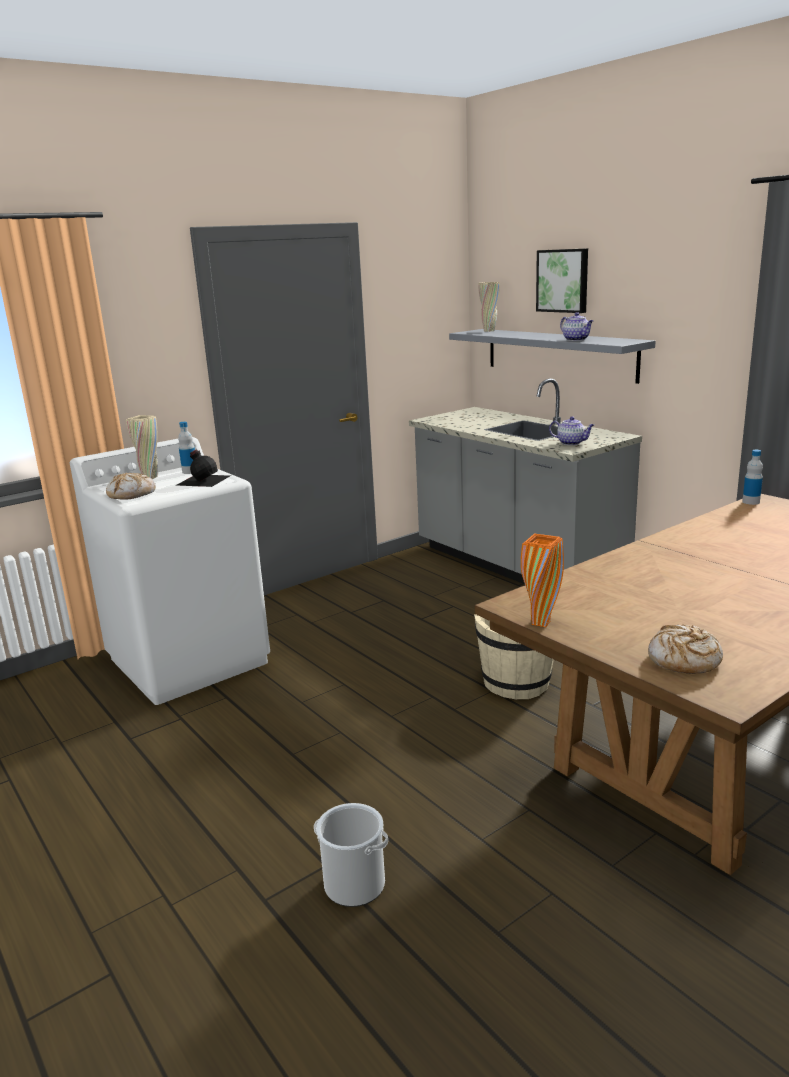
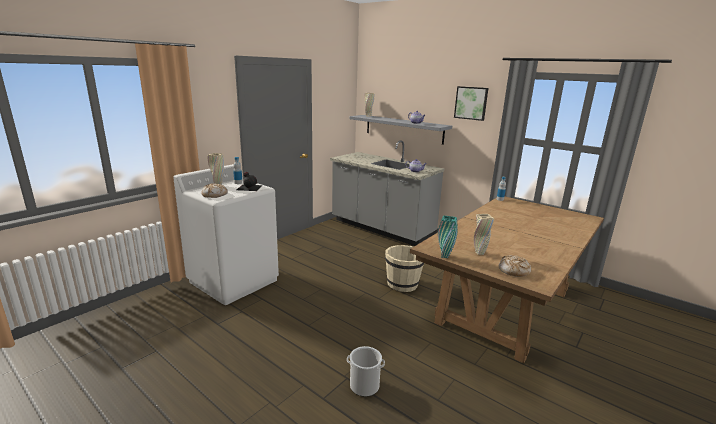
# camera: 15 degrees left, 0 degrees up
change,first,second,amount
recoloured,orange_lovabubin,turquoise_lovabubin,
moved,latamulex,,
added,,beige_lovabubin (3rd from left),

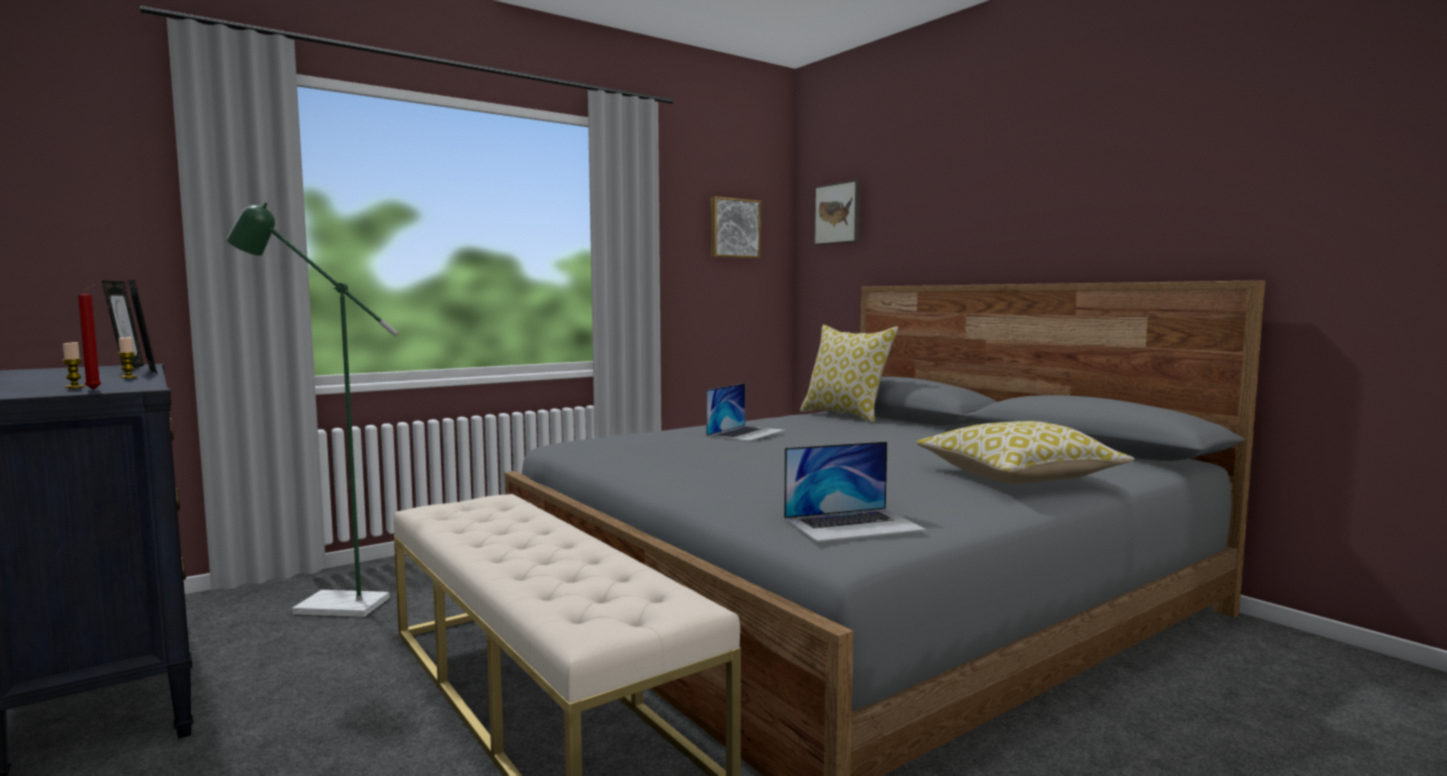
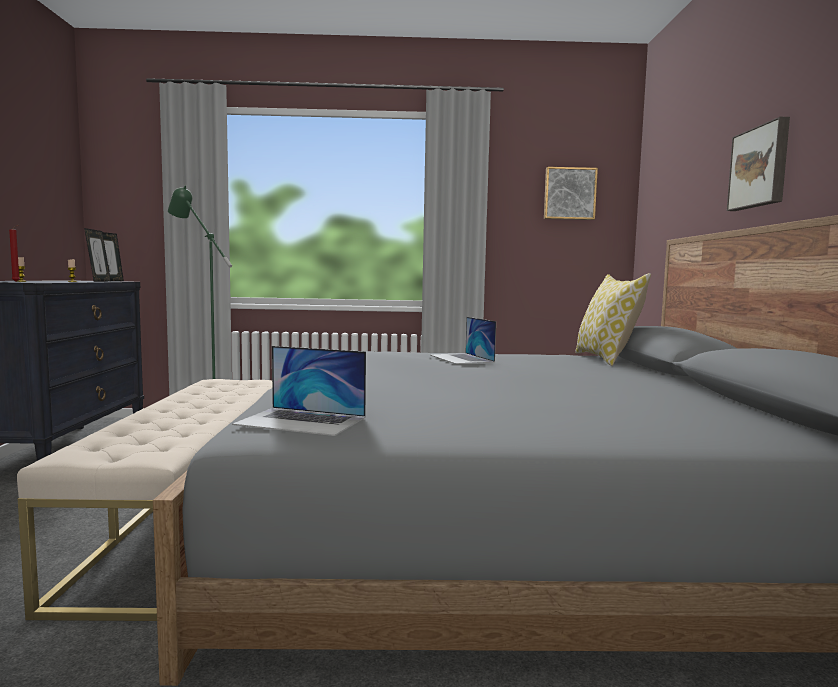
# camera: 35 degrees right, 0 degrees up
change,first,second,amount
turned,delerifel (1st from left in the first image),delerifel (2nd from left),90 degrees clockwise
moved,latamulex (2nd from left),,
removed,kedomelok (2nd from left),,

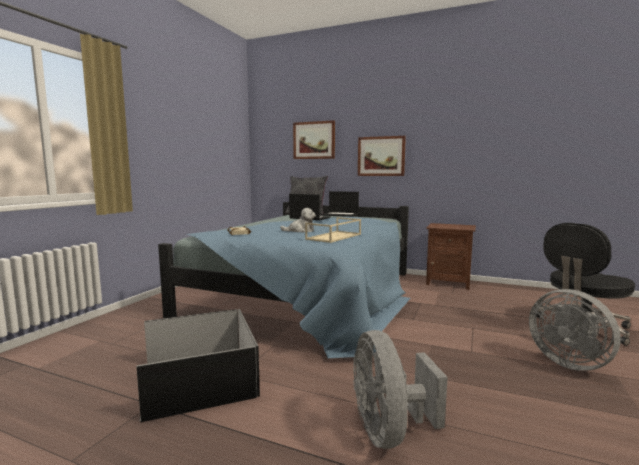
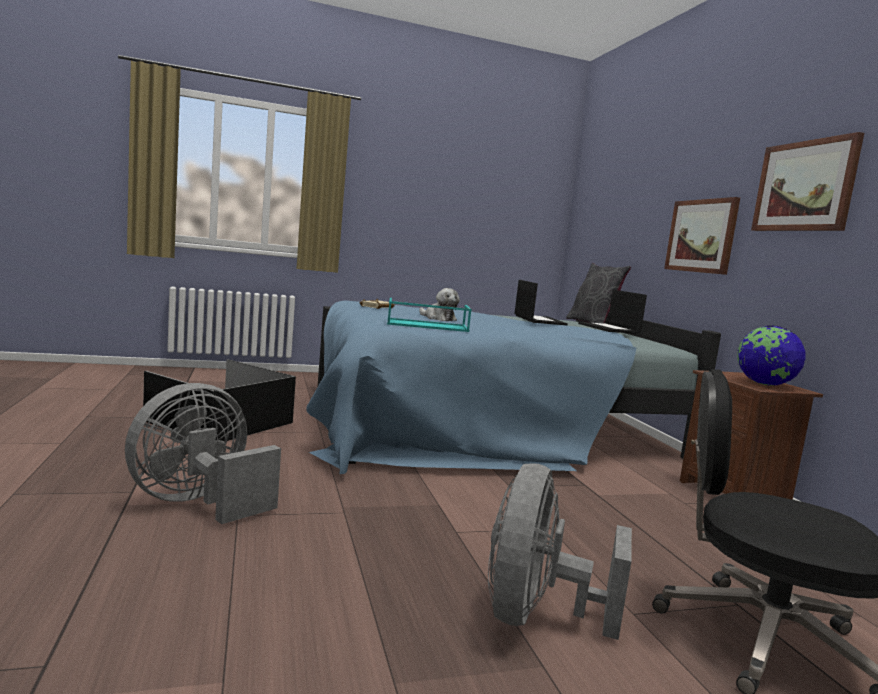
# camera: 50 degrees right, 0 degrees up
change,first,second,amount
recoloured,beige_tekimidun,turquoise_tekimidun,
added,,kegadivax,
moved,latamulex (1st from left in the first image),latamulex (2nd from left),

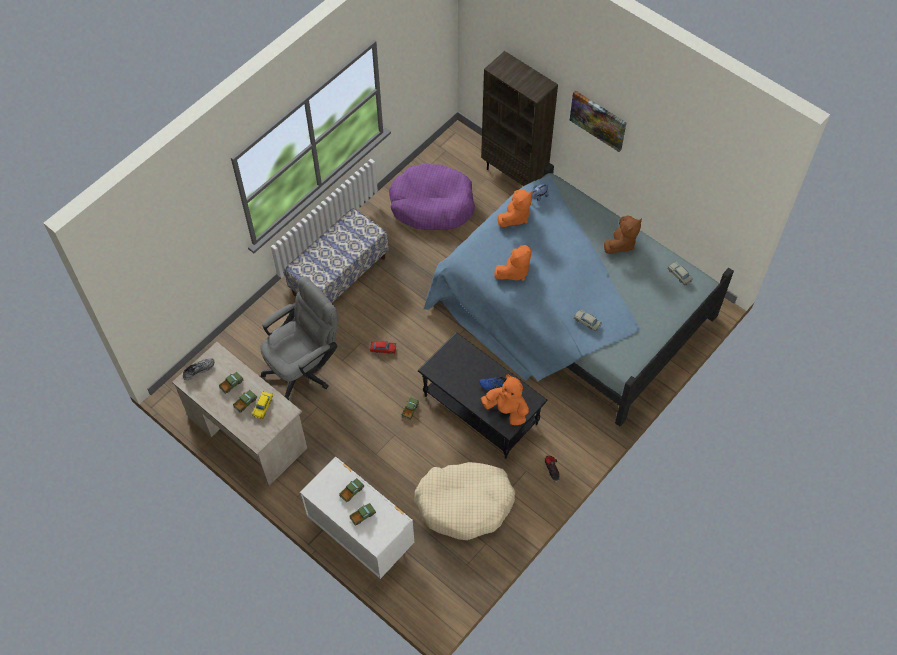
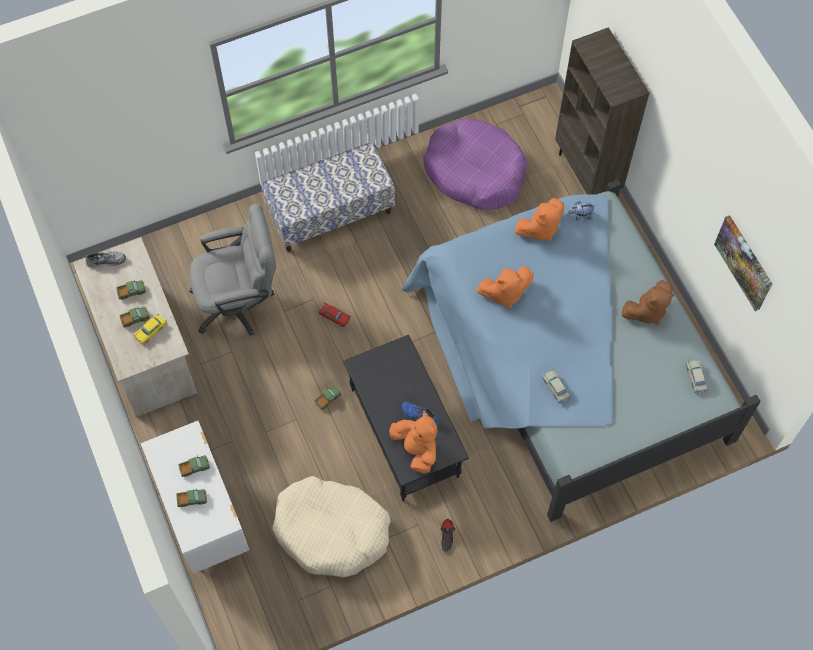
# camera: 25 degrees right, 5 degrees up
change,first,second,amount
moved,latamulex,,

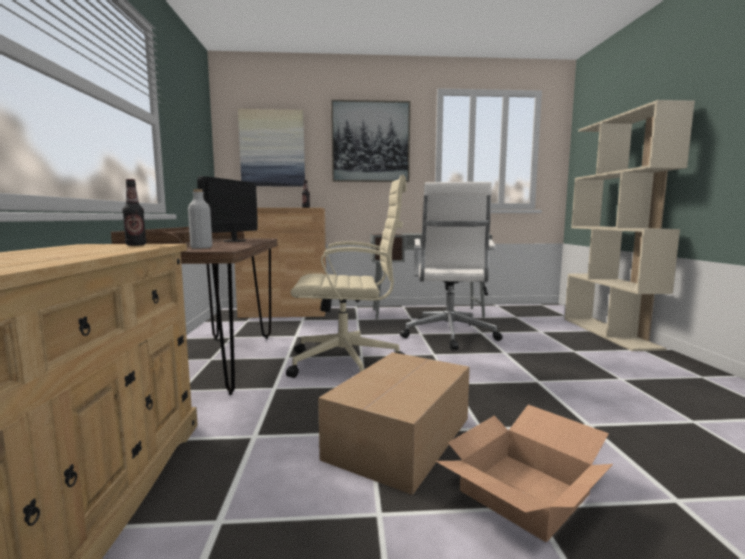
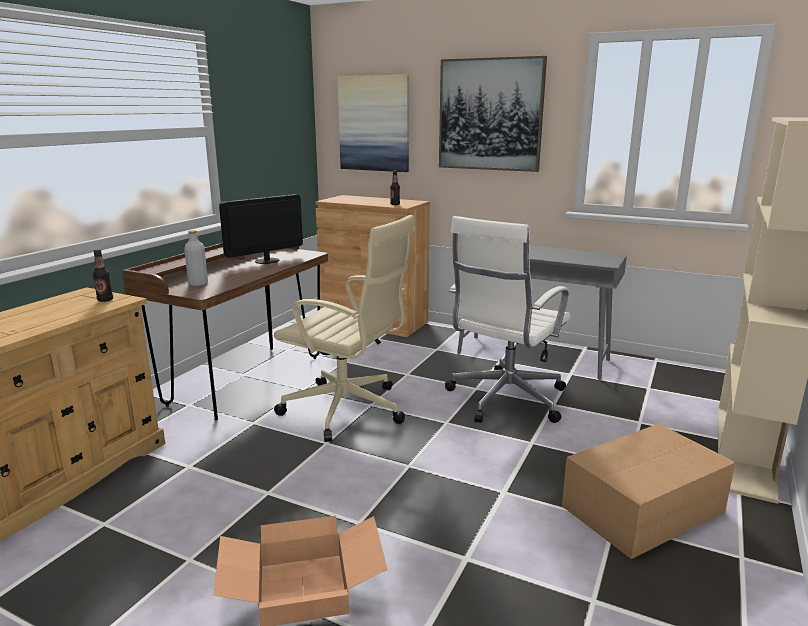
# camera: 30 degrees right, 10 degrees up
change,first,second,amount
moved,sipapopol (1st from left in the first image),sipapopol (2nd from left),

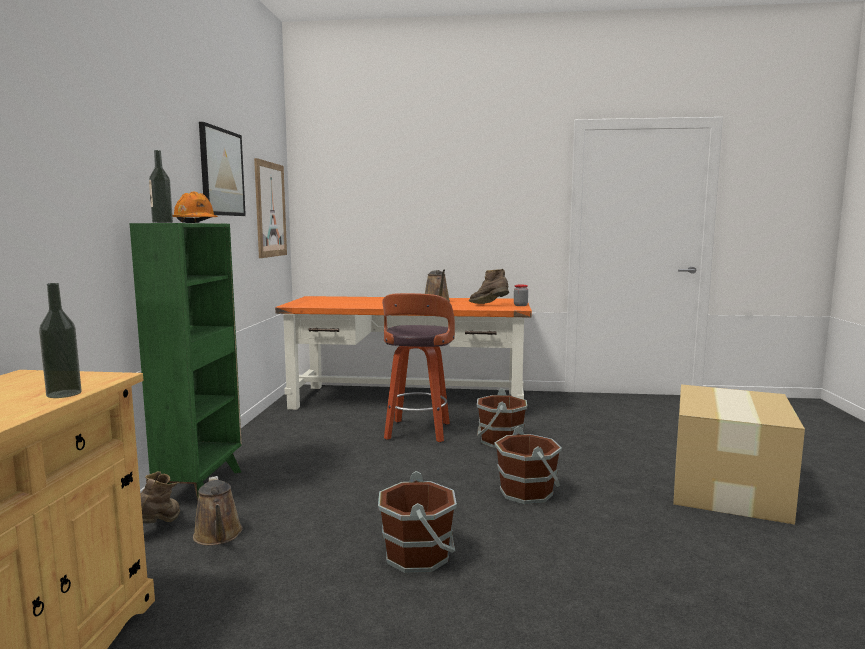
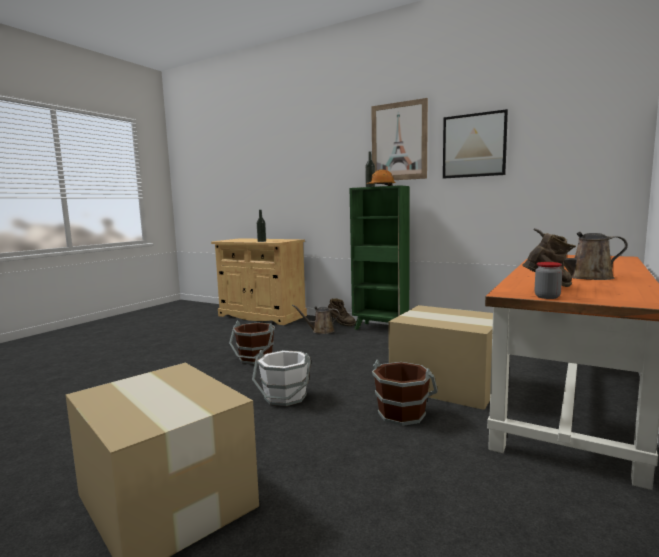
# camera: 115 degrees right, 0 degrees up
change,first,second,amount
recoloured,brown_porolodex (3rd from left),white_porolodex,
moved,latamulex (2nd from left in the first image),latamulex (1st from left),
replaced,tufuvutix,sipapopol (2nd from left),

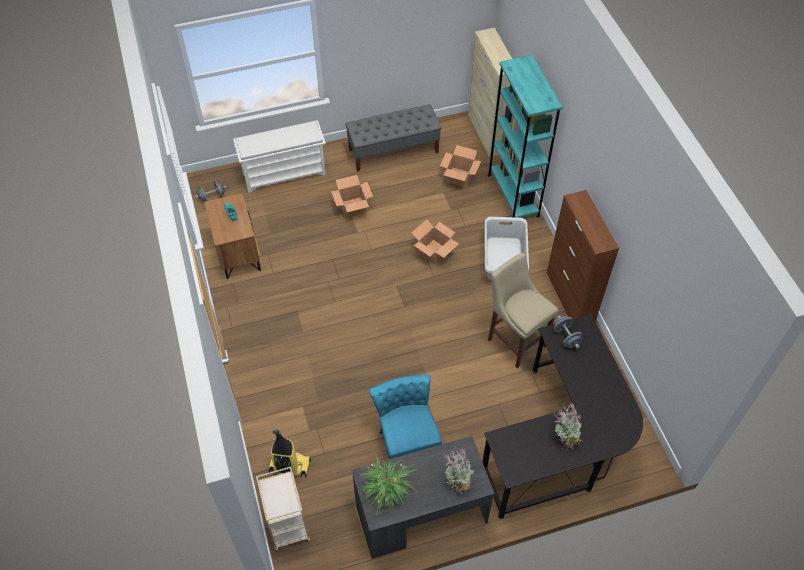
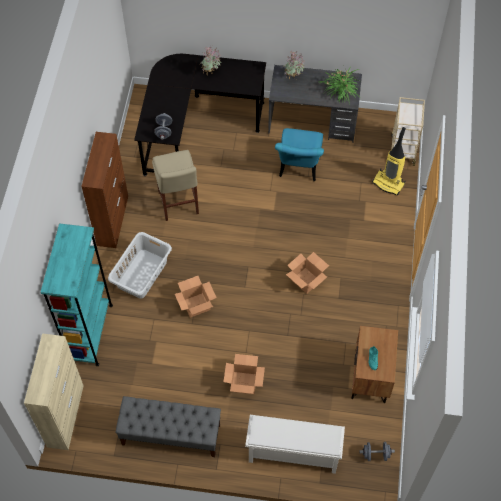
# camera: 155 degrees left, 5 degrees up
change,first,second,amount
moved,sipapopol (3rd from left),,

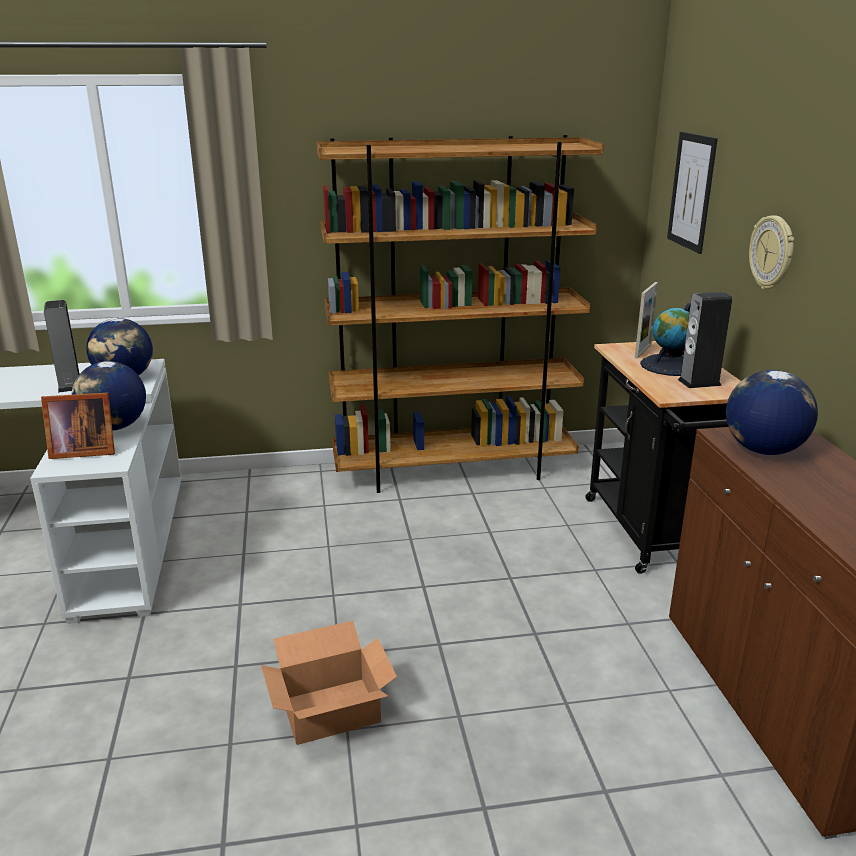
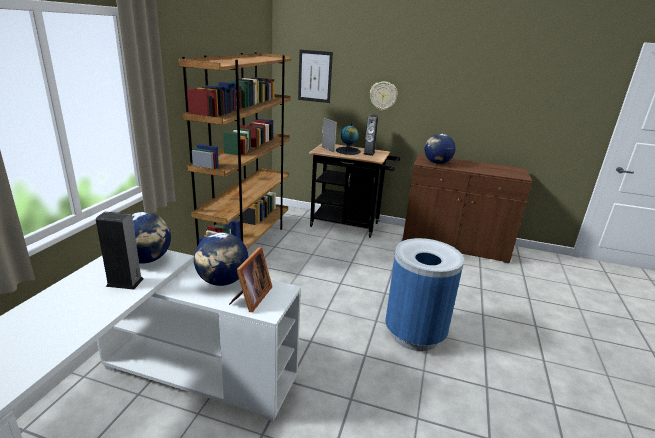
# camera: 65 degrees left, 0 degrees up
change,first,second,amount
replaced,sipapopol,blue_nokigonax,

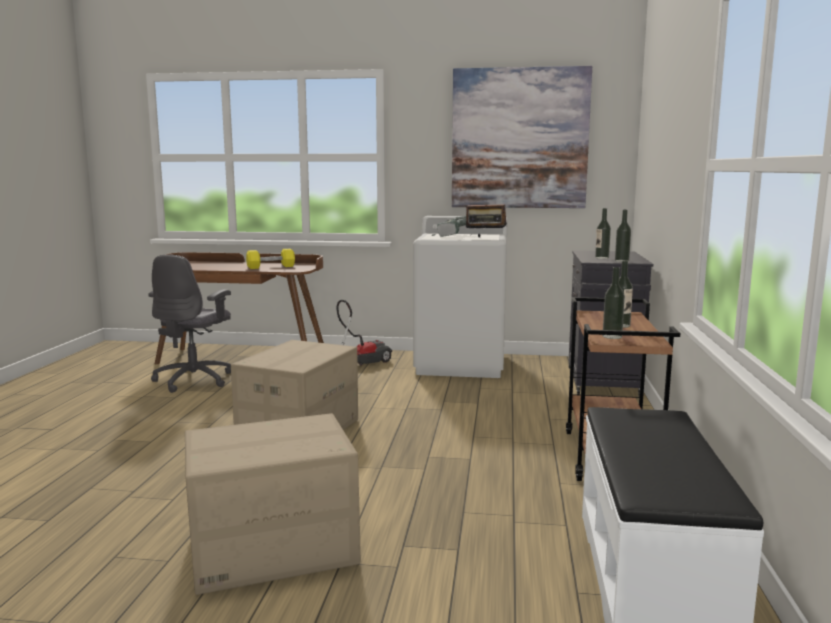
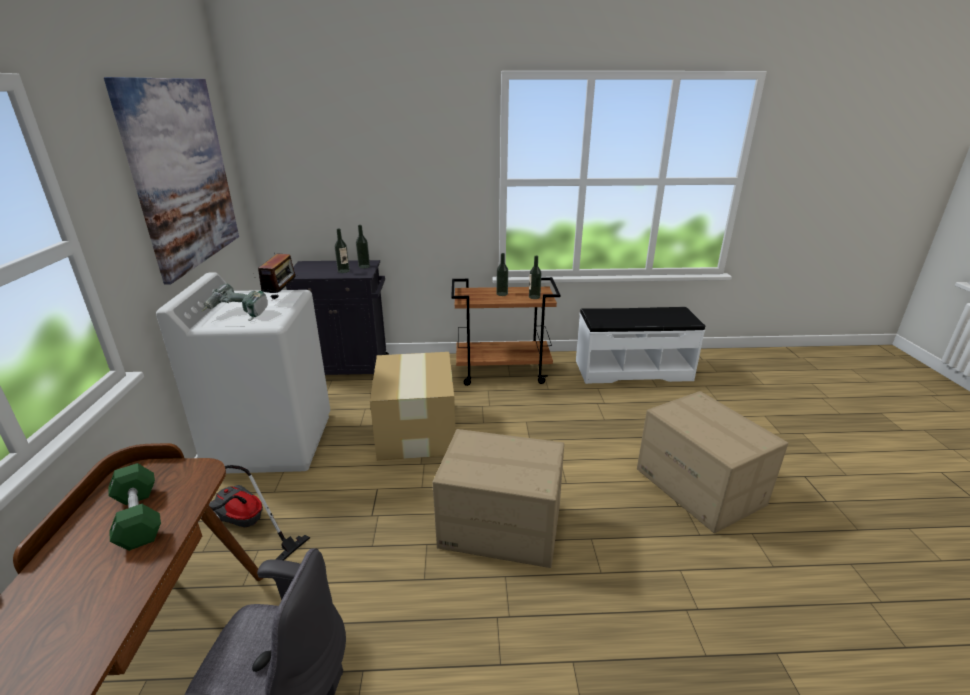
# camera: 100 degrees left, 15 degrees up
change,first,second,amount
recoloured,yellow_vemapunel,green_vemapunel,
added,,sipapopol (1st from left),

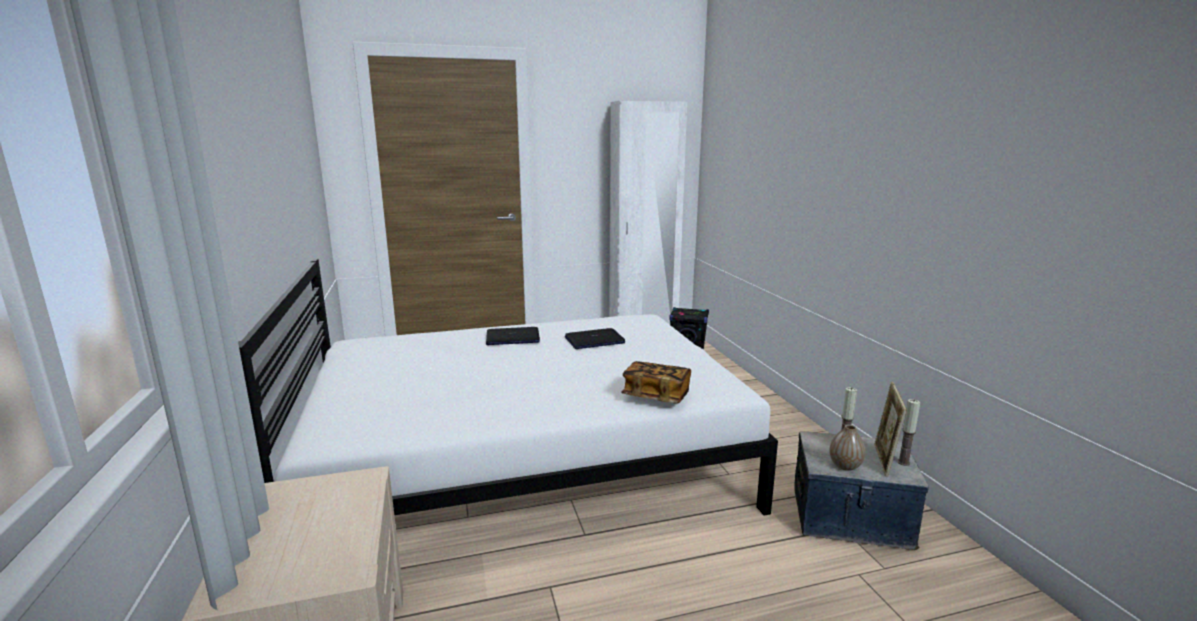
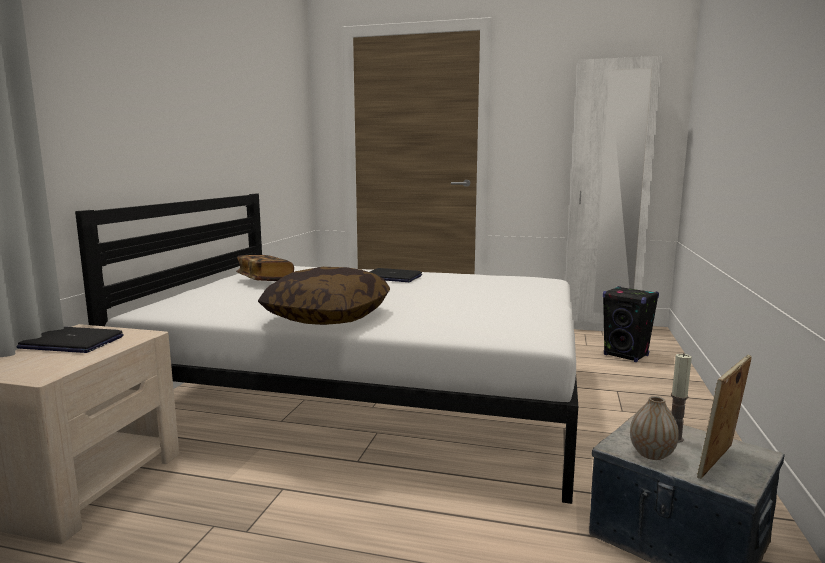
# camera: 30 degrees right, 5 degrees down
change,first,second,amount
moved,delerifel (2nd from left in the first image),delerifel (1st from left),
moved,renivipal,,
added,,kedomelok,
removed,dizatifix (2nd from left),,

